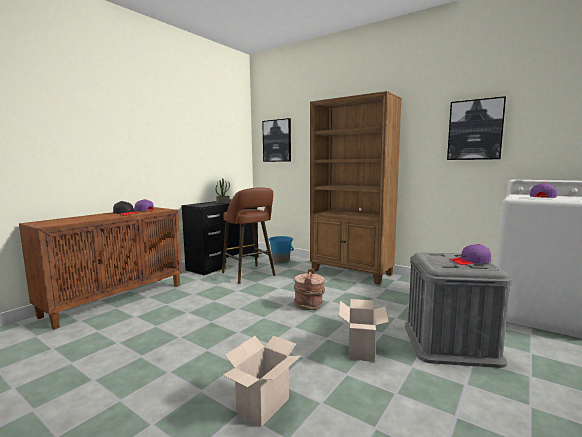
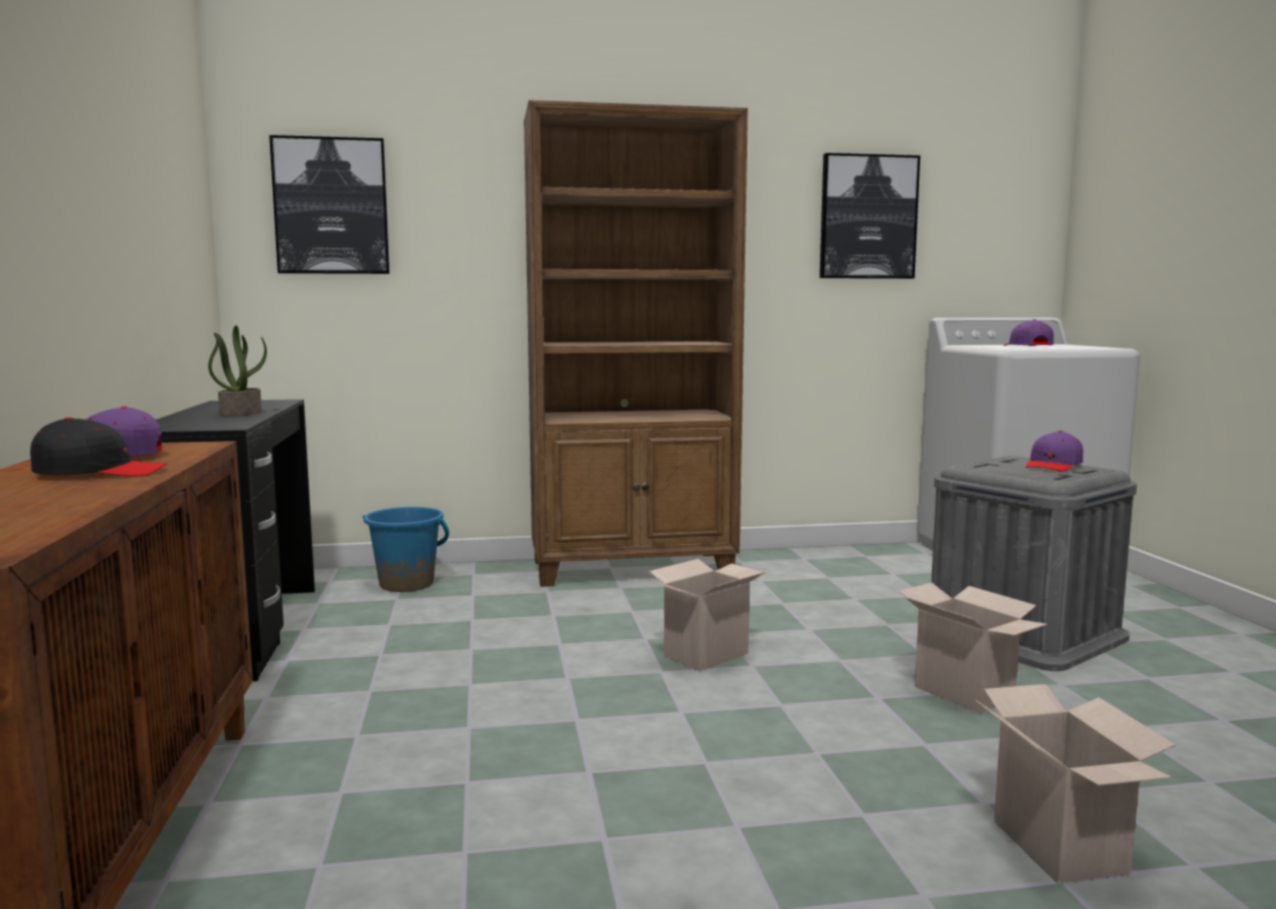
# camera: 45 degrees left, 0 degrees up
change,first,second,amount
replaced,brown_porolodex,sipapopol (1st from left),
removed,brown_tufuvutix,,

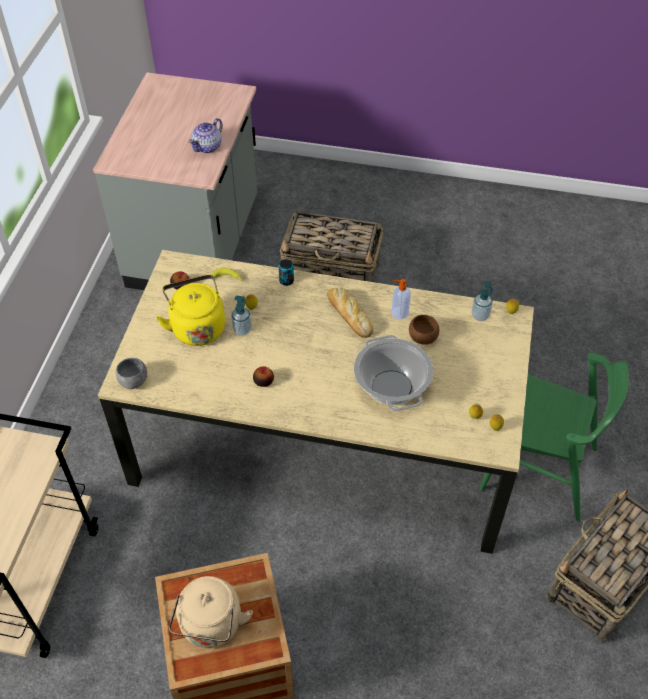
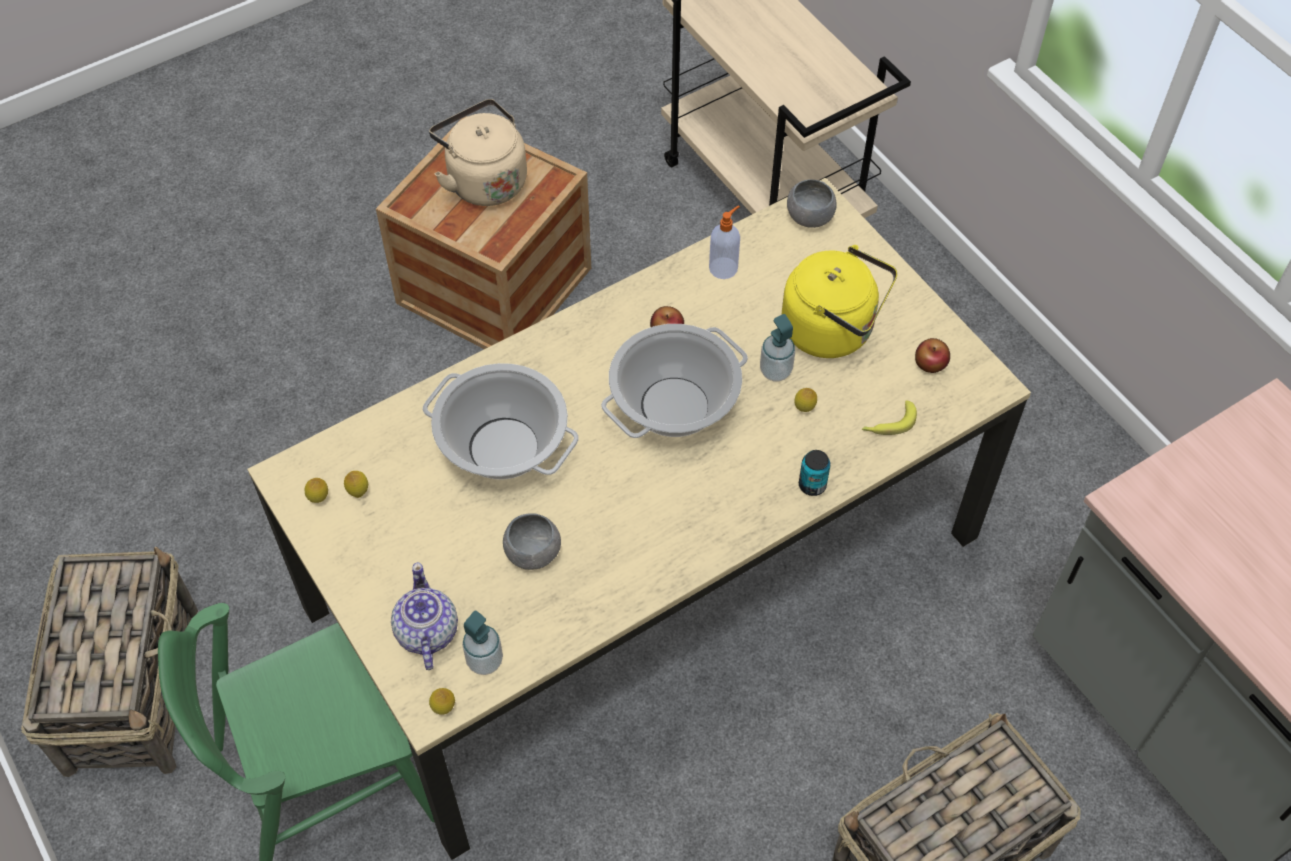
# camera: 135 degrees right, 5 degrees up
change,first,second,amount
moved,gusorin,,
recoloured,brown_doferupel,grey_doferupel (1st from left),
added,,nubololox (2nd from left),
moved,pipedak (2nd from left),,
removed,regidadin,,

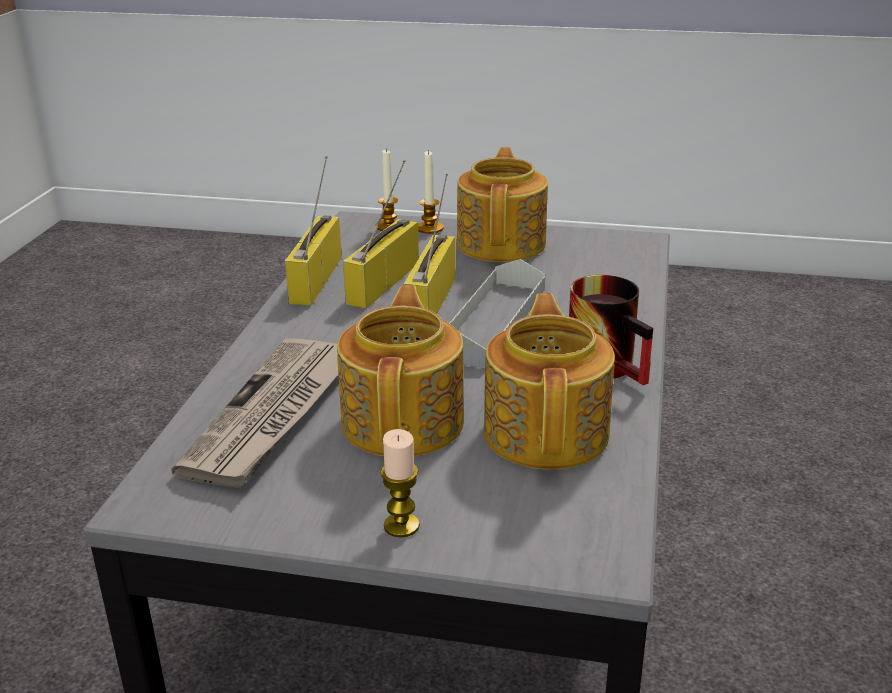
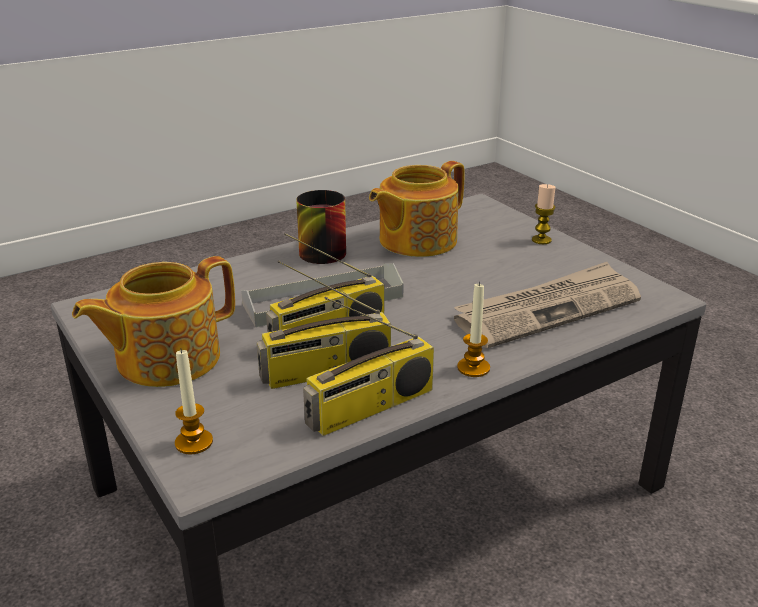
# camera: 135 degrees left, 0 degrees up
change,first,second,amount
moved,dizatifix (3rd from left in the first image),dizatifix (2nd from left),
removed,gusorin (1st from left),,

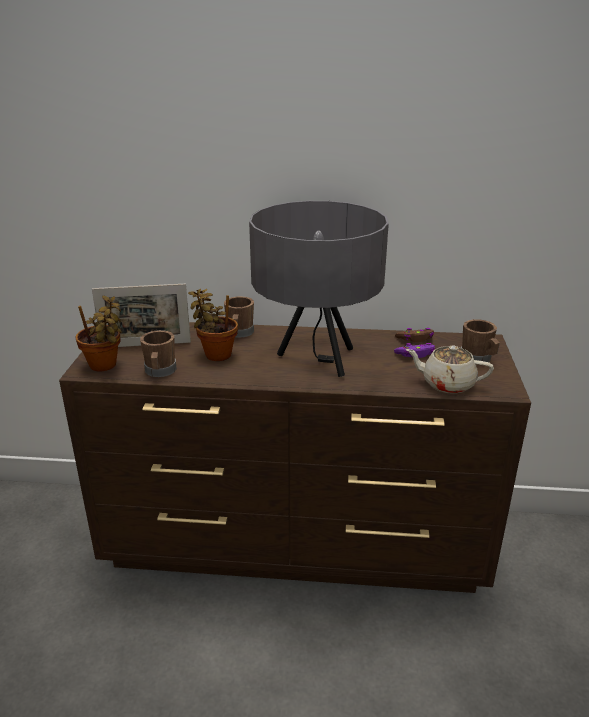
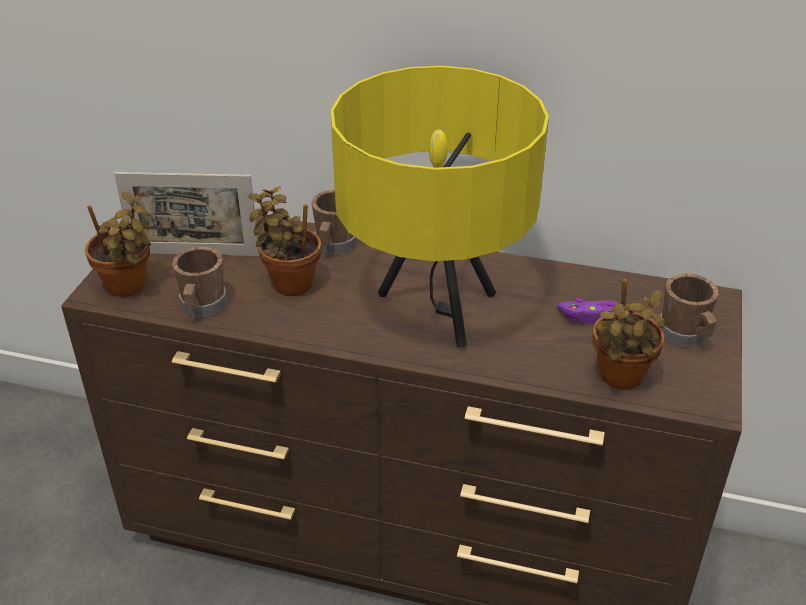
# camera: 10 degrees right, 10 degrees up
change,first,second,amount
recoloured,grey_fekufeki,yellow_fekufeki,
replaced,beige_gusorin,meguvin (3rd from left),
removed,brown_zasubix,,

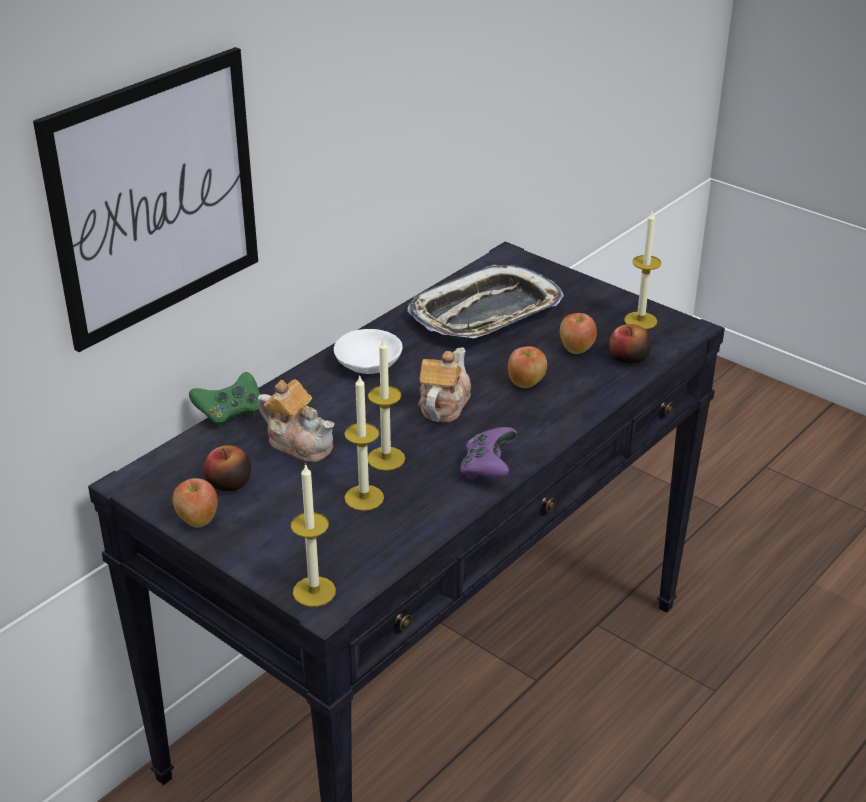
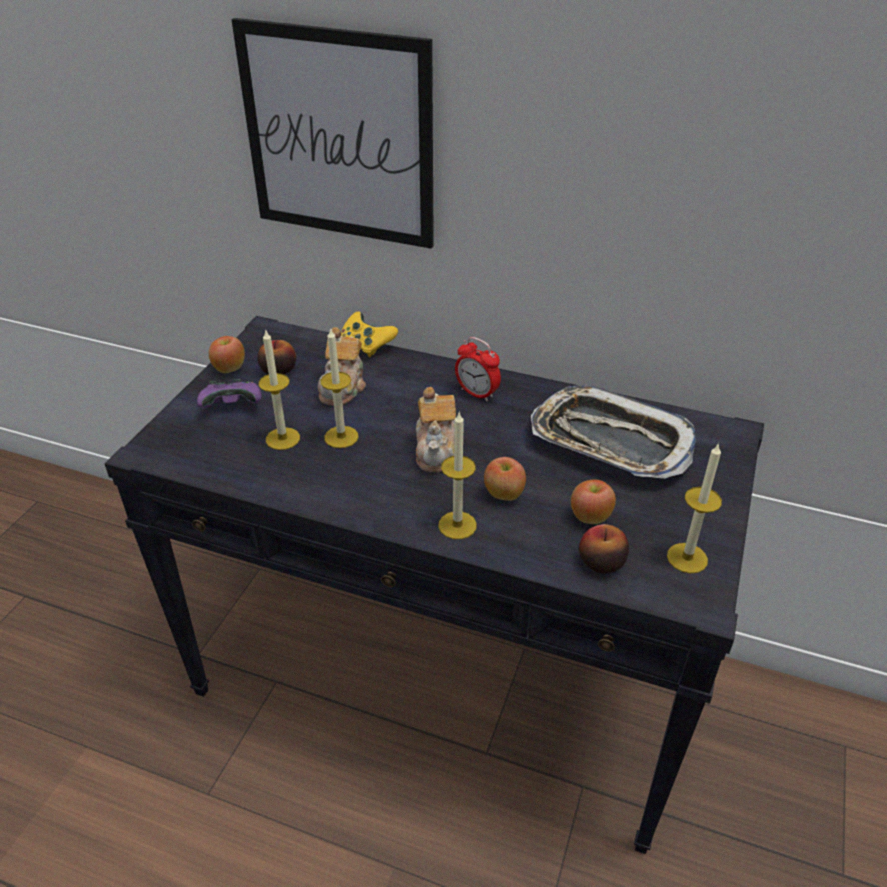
# camera: 70 degrees right, 5 degrees up
change,first,second,amount
moved,purple_zasubix,,
recoloured,green_zasubix,yellow_zasubix,
turned,gusorin (2nd from left),,90 degrees clockwise
moved,dizatifix (1st from left in the first image),dizatifix (3rd from left),
replaced,white_doferupel,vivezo,

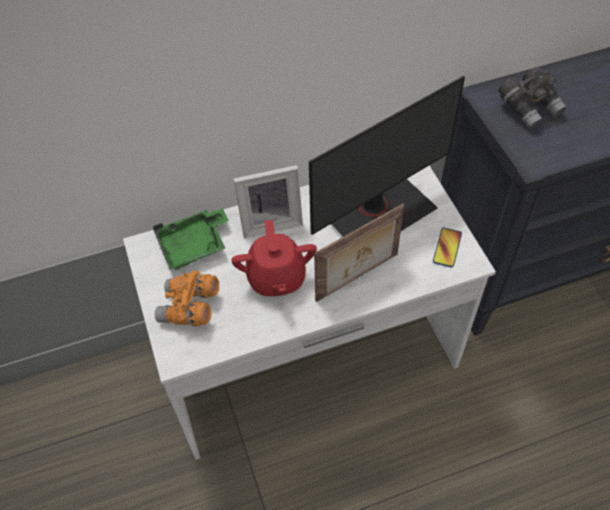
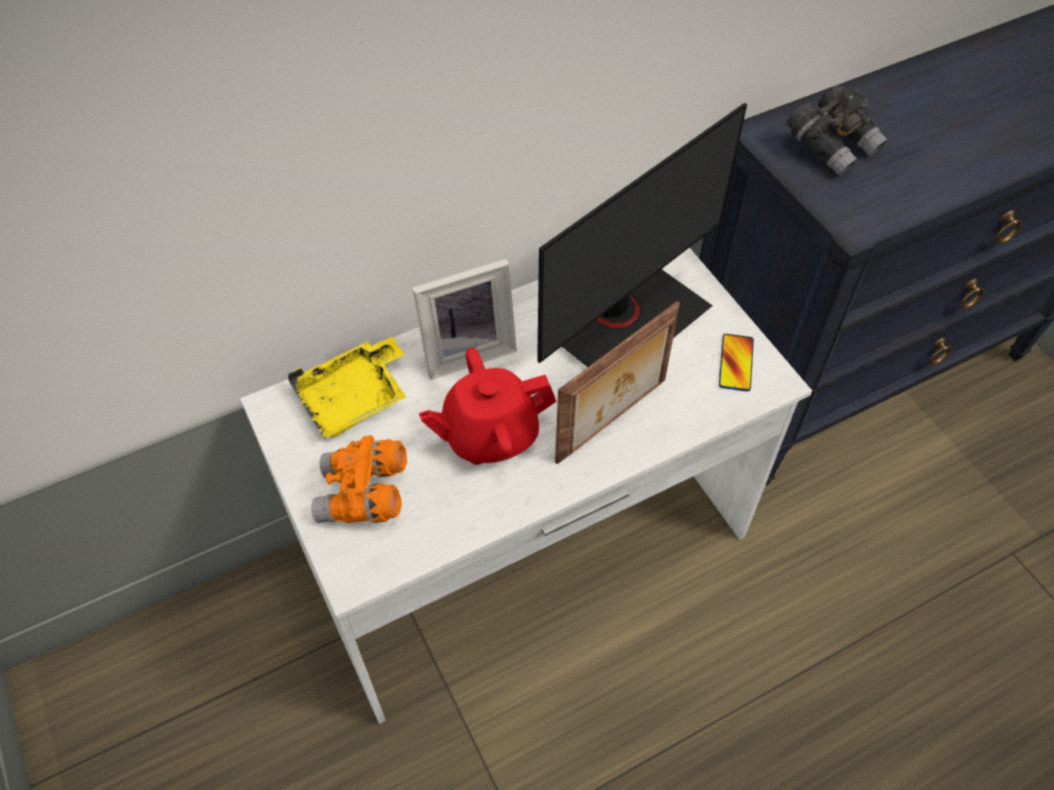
# camera: 10 degrees left, 0 degrees up
change,first,second,amount
recoloured,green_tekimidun,yellow_tekimidun,
turned,red_gusorin,,90 degrees clockwise

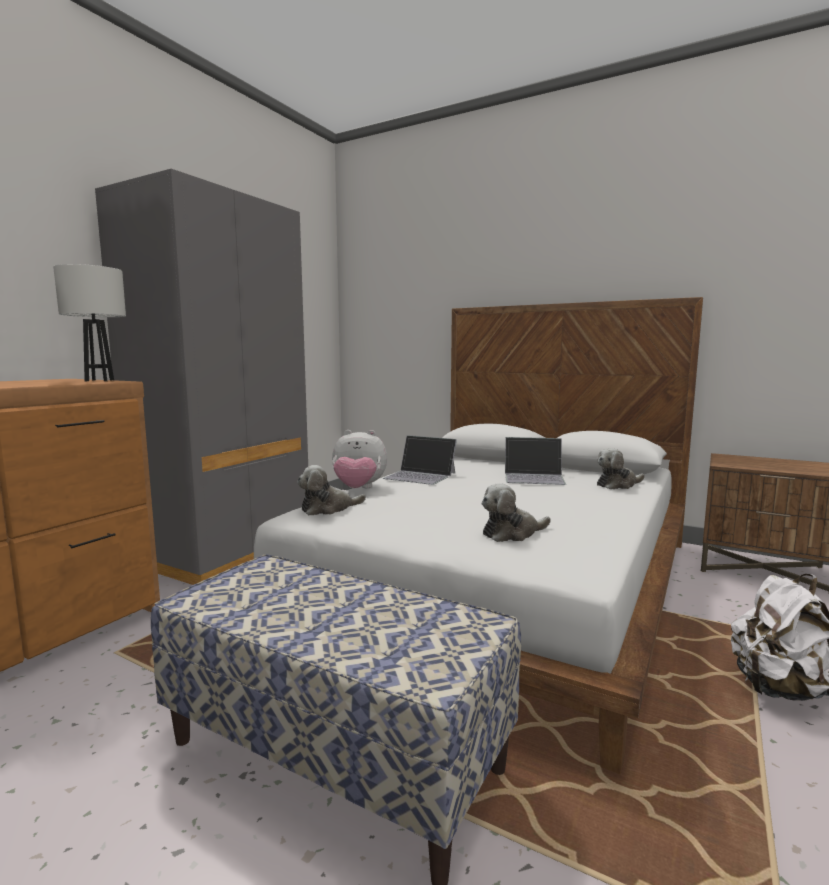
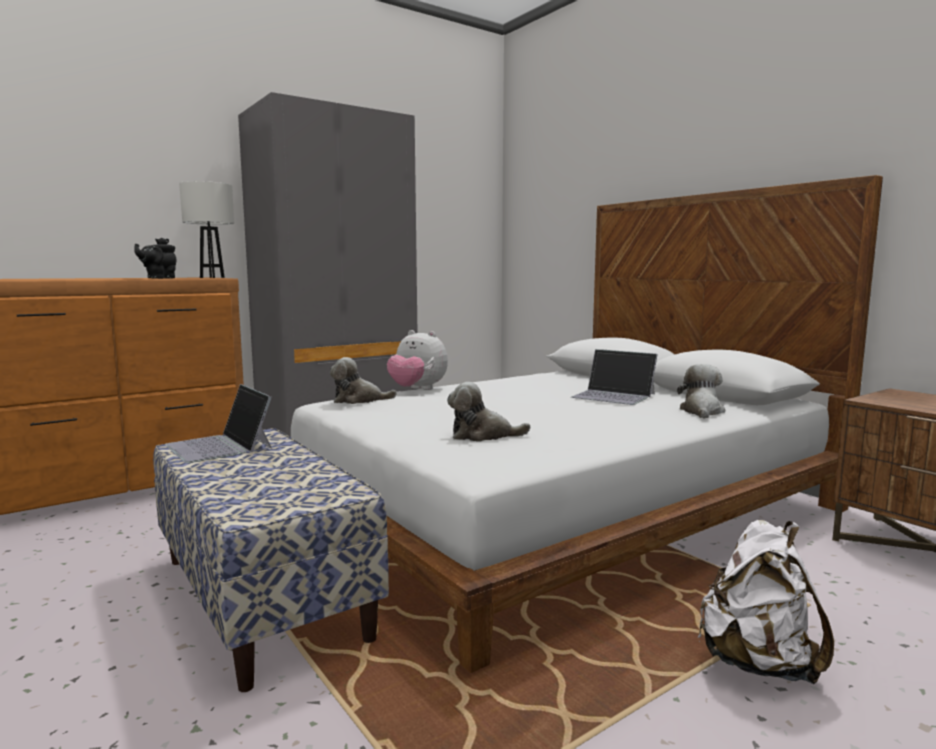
# camera: 25 degrees right, 0 degrees up
change,first,second,amount
added,,black_gusorin,
moved,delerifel (1st from left),,
turned,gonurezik (4th from left),,105 degrees clockwise

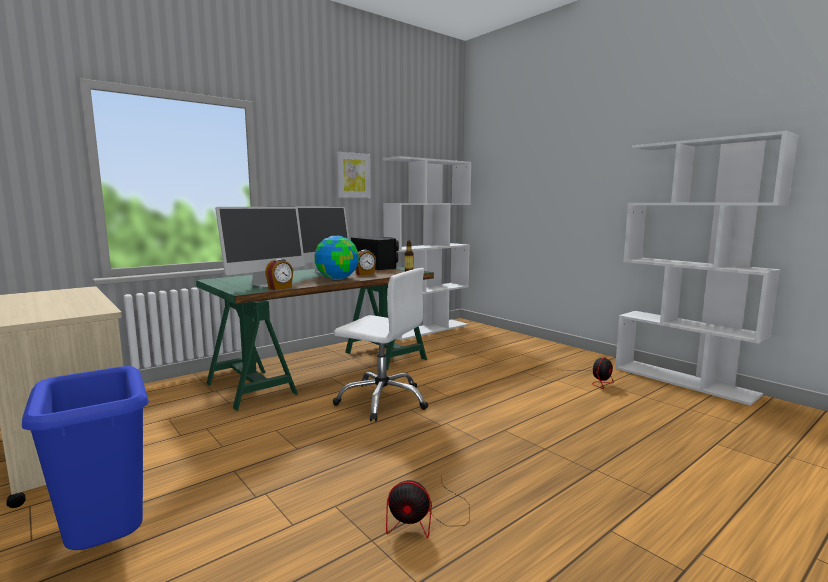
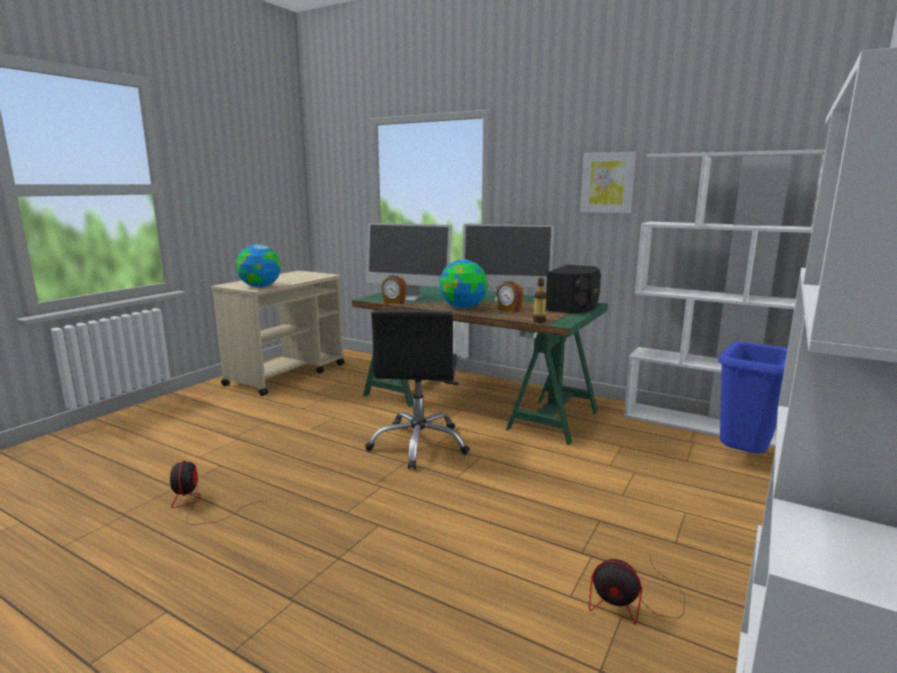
# camera: 70 degrees right, 5 degrees up
change,first,second,amount
added,,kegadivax (1st from left),
recoloured,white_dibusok,black_dibusok,
moved,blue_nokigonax,,

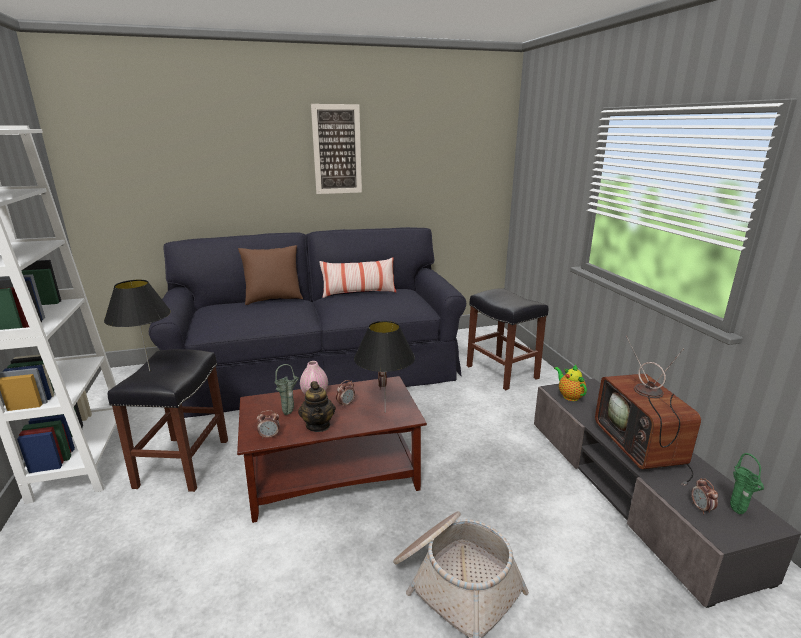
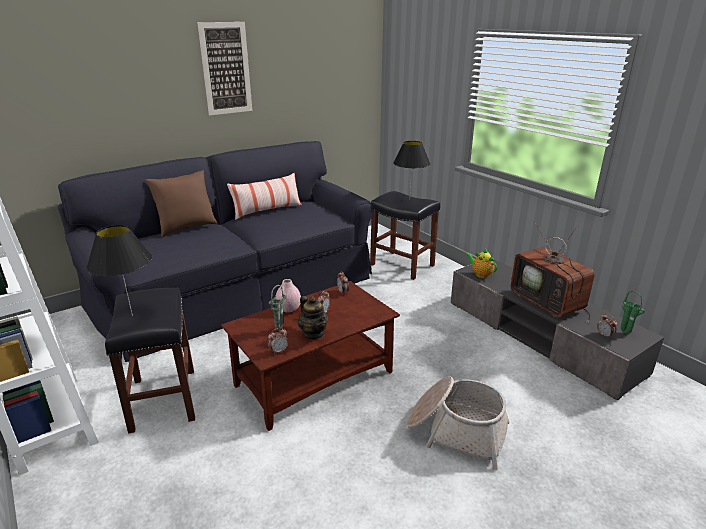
# camera: 20 degrees left, 5 degrees up
change,first,second,amount
moved,black_fekufeki (2nd from left),,

